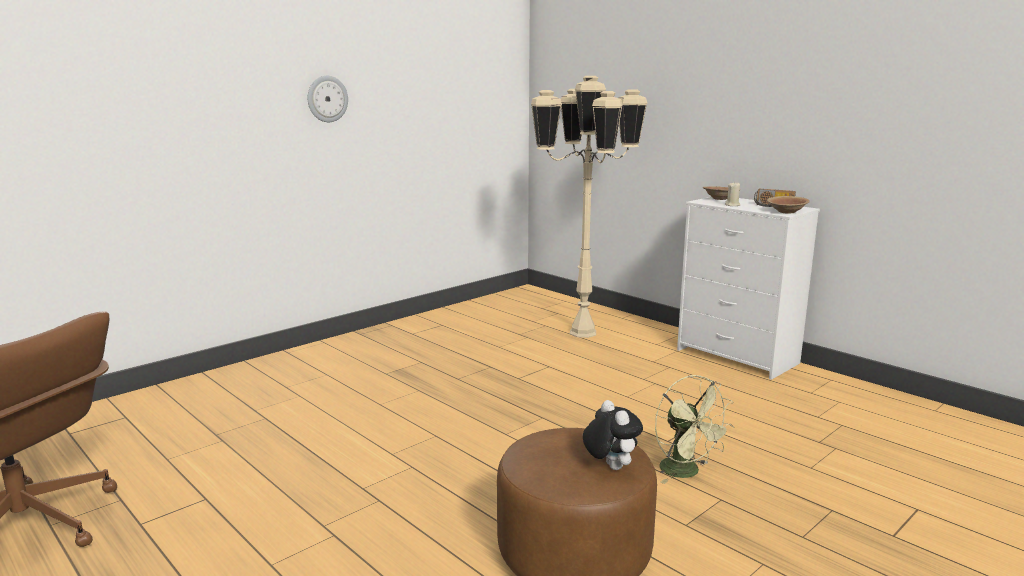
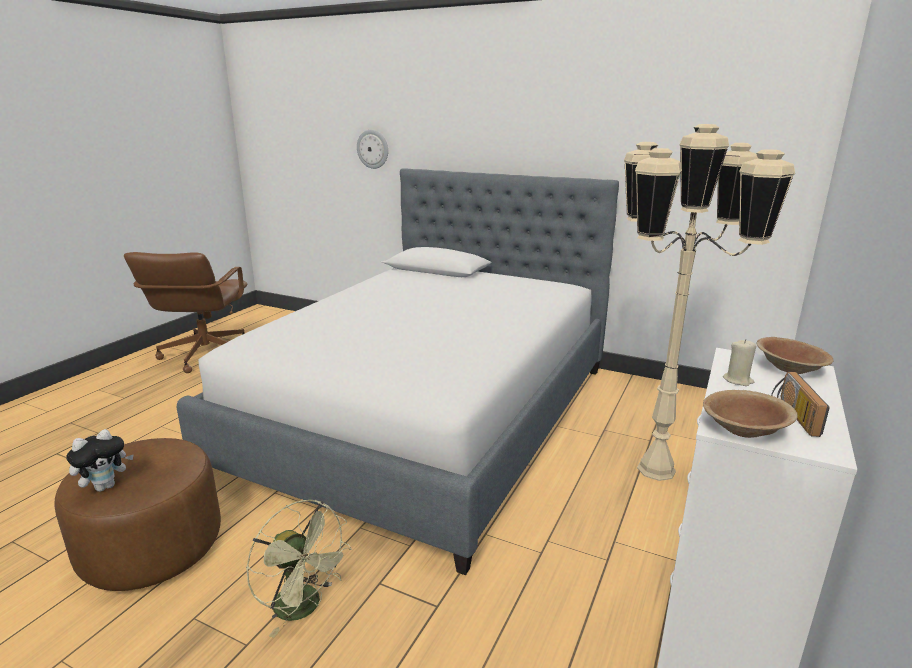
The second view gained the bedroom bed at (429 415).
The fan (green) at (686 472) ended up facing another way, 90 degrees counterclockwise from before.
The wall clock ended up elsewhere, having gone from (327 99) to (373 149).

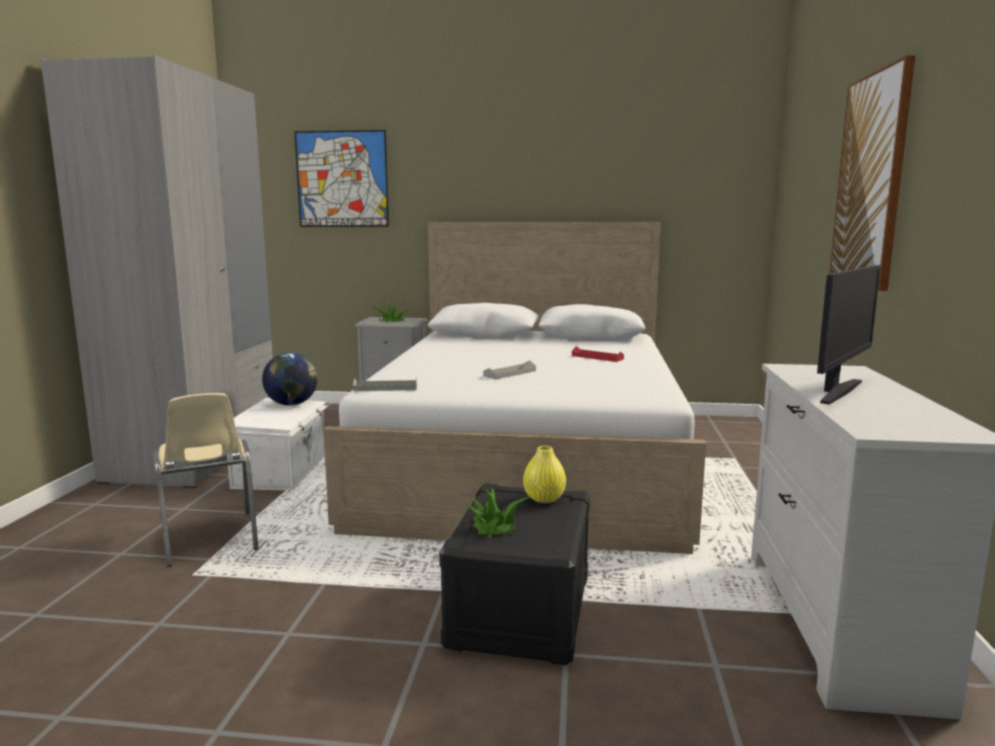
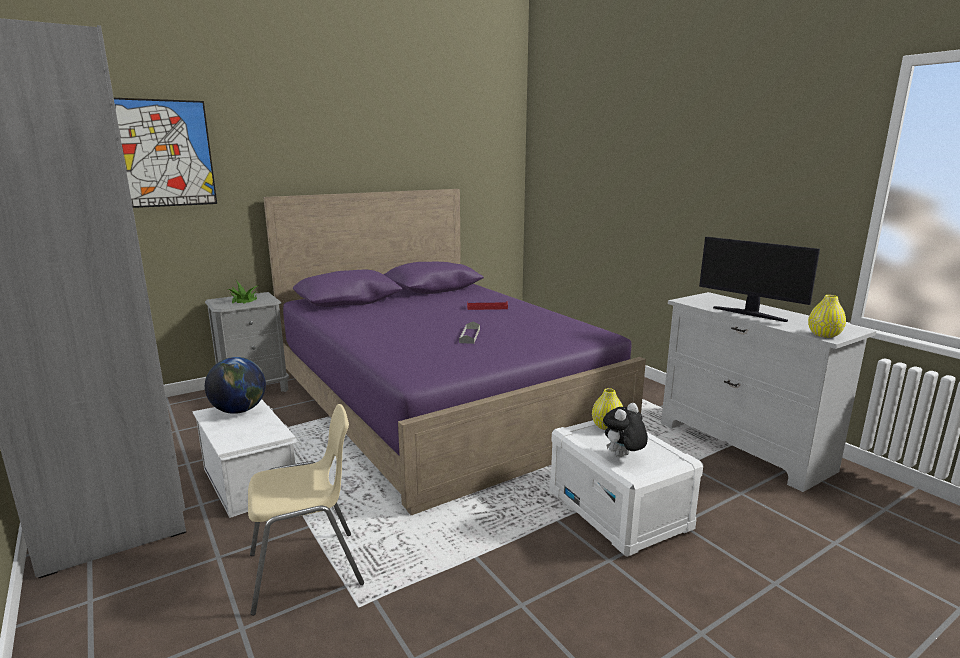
The plain chair (beige) at (209 538) ended up facing another way, 45 degrees counterclockwise from before.
What was the bedroom bed (white-coloured) at (529 461) turned into the bedroom bed (purple) at (441 401).
What was the storage container (black-coloured) at (522 611) turned into the storage container (white-coloured) at (619 510).
Where the houseplant stood at (493 526), the soft toy came to stand at (622 457).
The computer display at (837 391) ended up facing another way, 135 degrees clockwise from before.
The second view gained the vase (yellow) at (824 335).
The second view lost the tray (grey) at (385 388).
The second view lost the wall picture at (871 181).

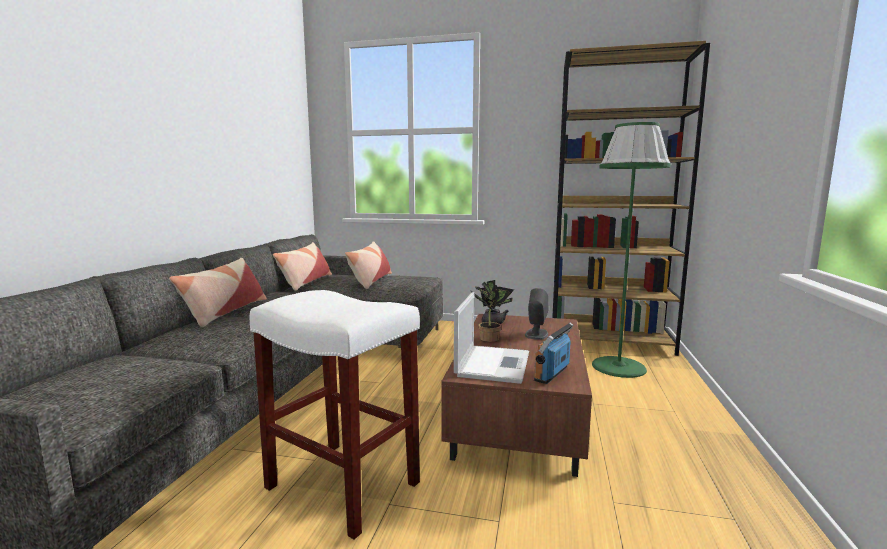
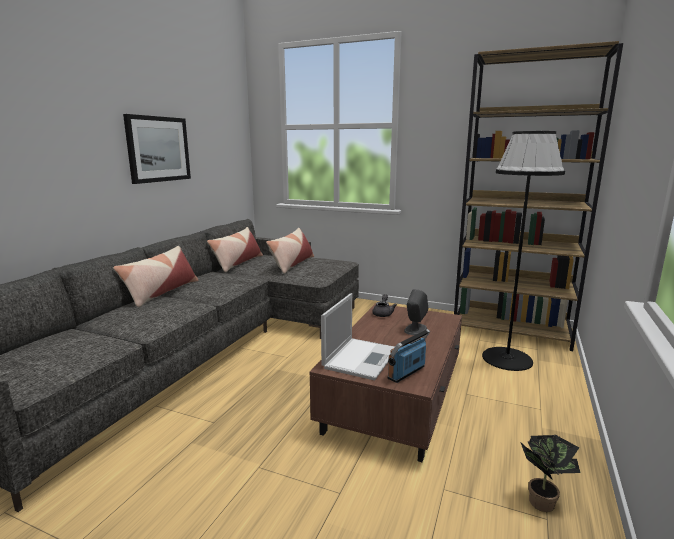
The second view gained the wall picture at (158 149).
What was the standard lamp (green) at (619 367) turned into the standard lamp (black-coloured) at (507 359).
The houseplant ended up elsewhere, having gone from (490 337) to (542 500).
The second view lost the stool (white-coloured) at (340 485).

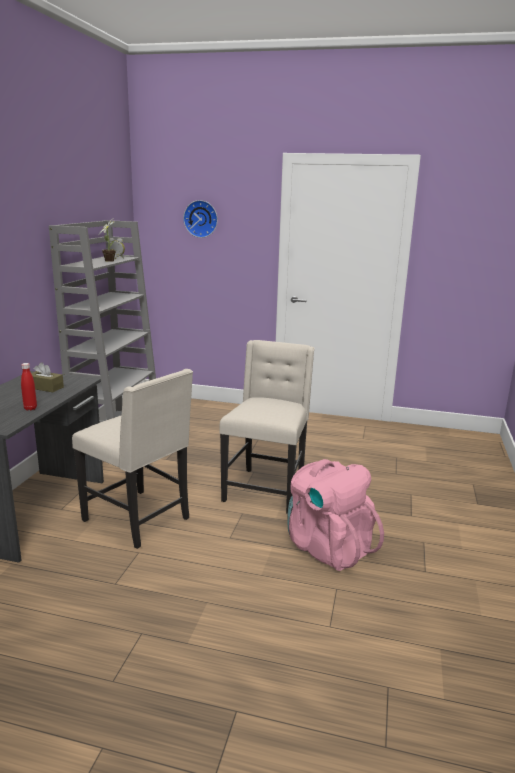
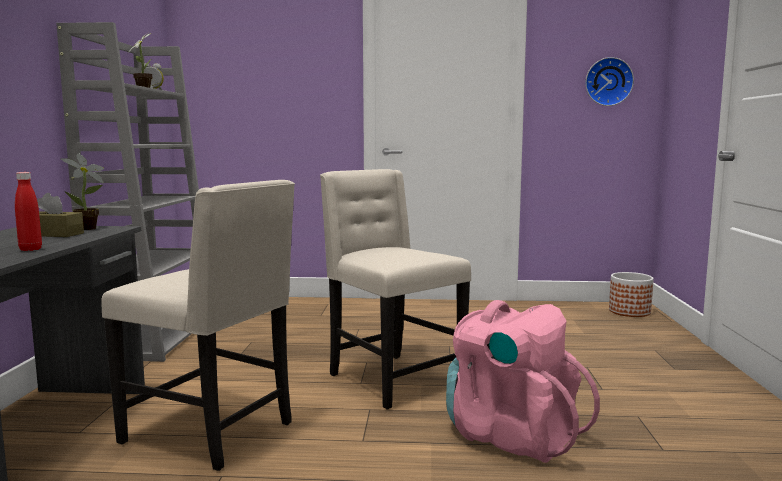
The second view gained the houseplant at (89 229).
The plain chair (beige) at (266 489) ended up facing another way, 45 degrees counterclockwise from before.
The wall clock ended up elsewhere, having gone from (201 219) to (608 82).
The second view gained the flower pot at (630 312).

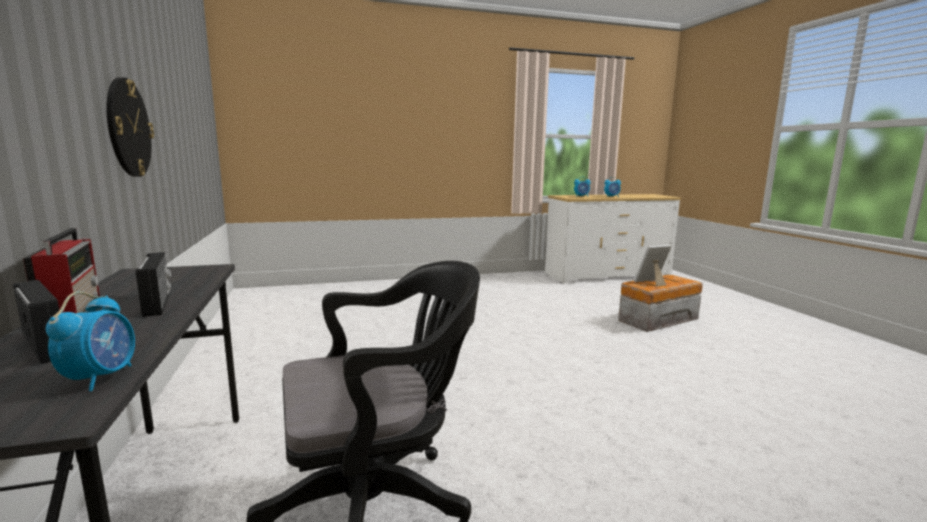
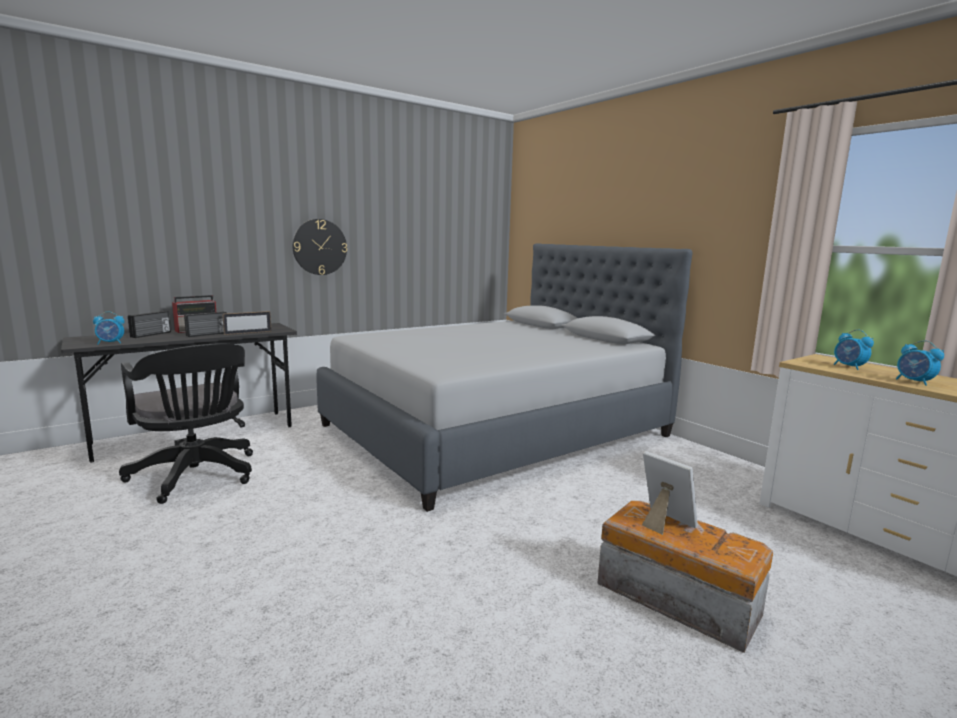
The second view gained the photo frame at (248 333).
The second view gained the bedroom bed (grey) at (495 430).

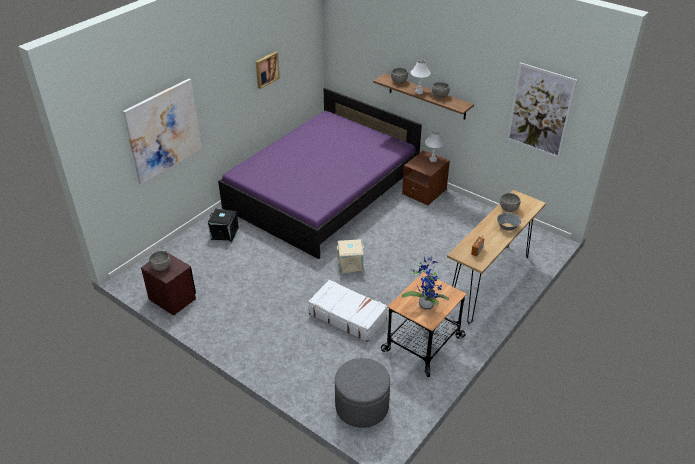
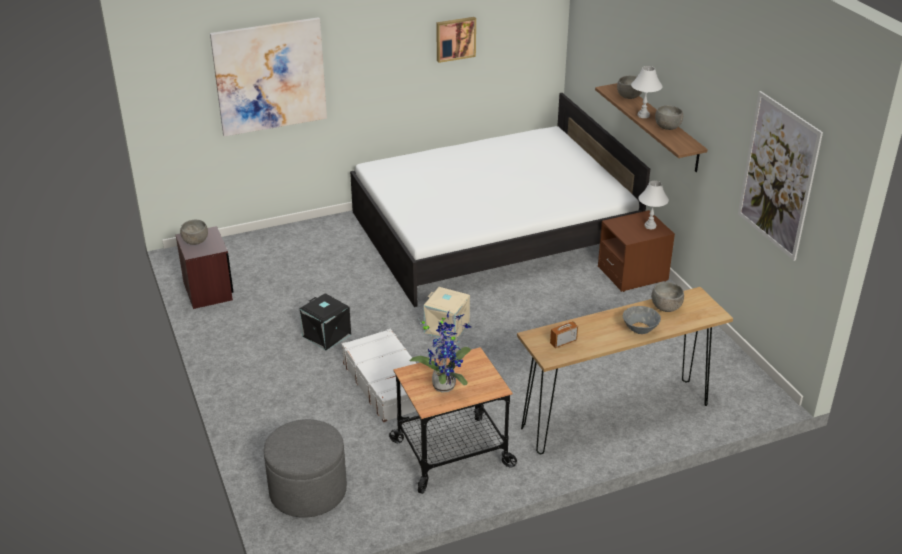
The storage container (black-coloured) ended up elsewhere, having gone from (224 234) to (325 335).
What was the bedroom bed (purple) at (322 192) turned into the bedroom bed (white-coloured) at (492 232).

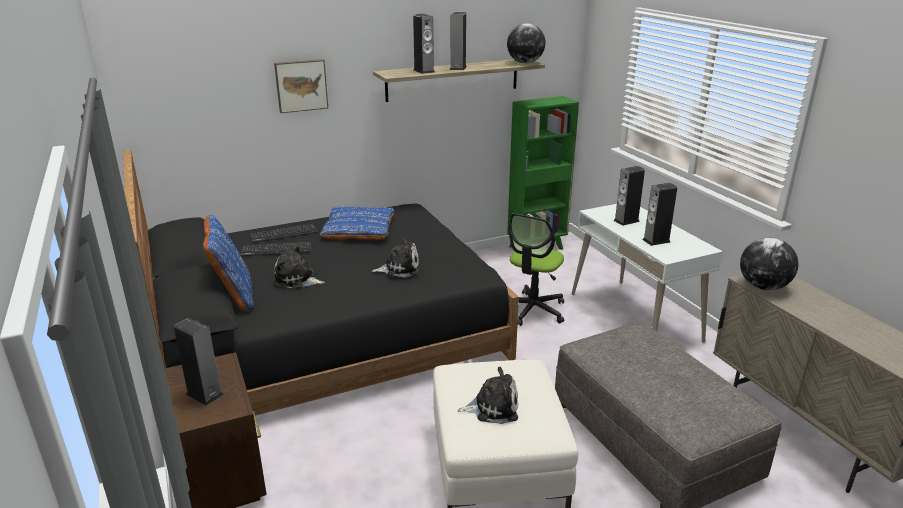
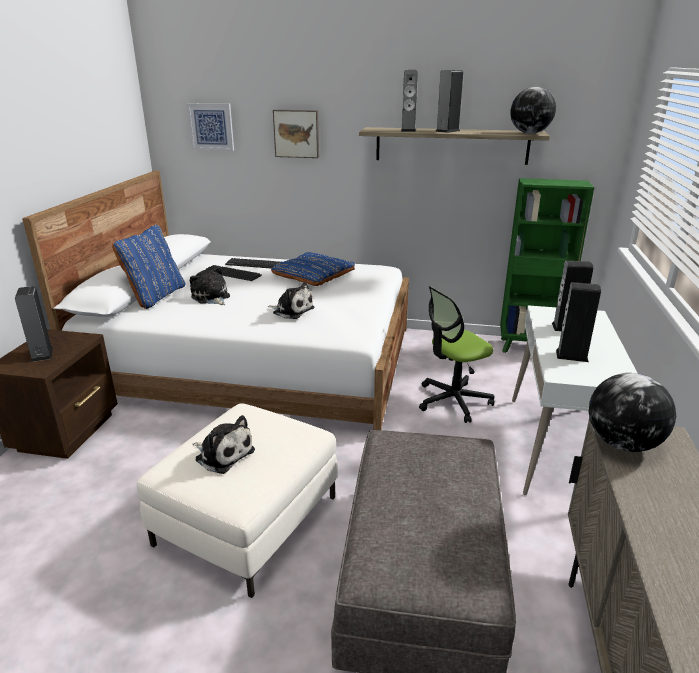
What was the bedroom bed (black-coloured) at (327 336) turned into the bedroom bed (white-coloured) at (256 361).
The second view gained the wall picture at (211 127).

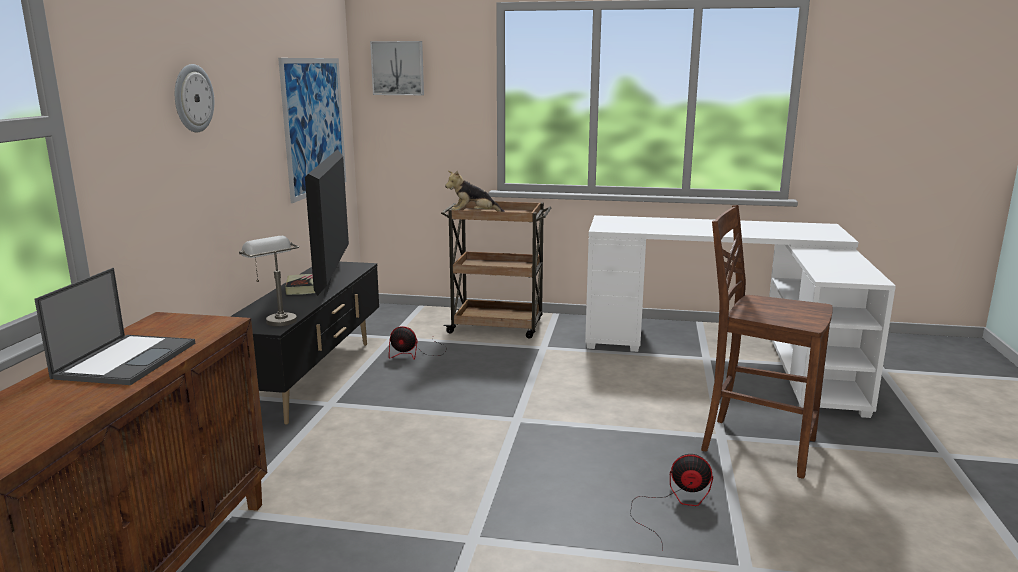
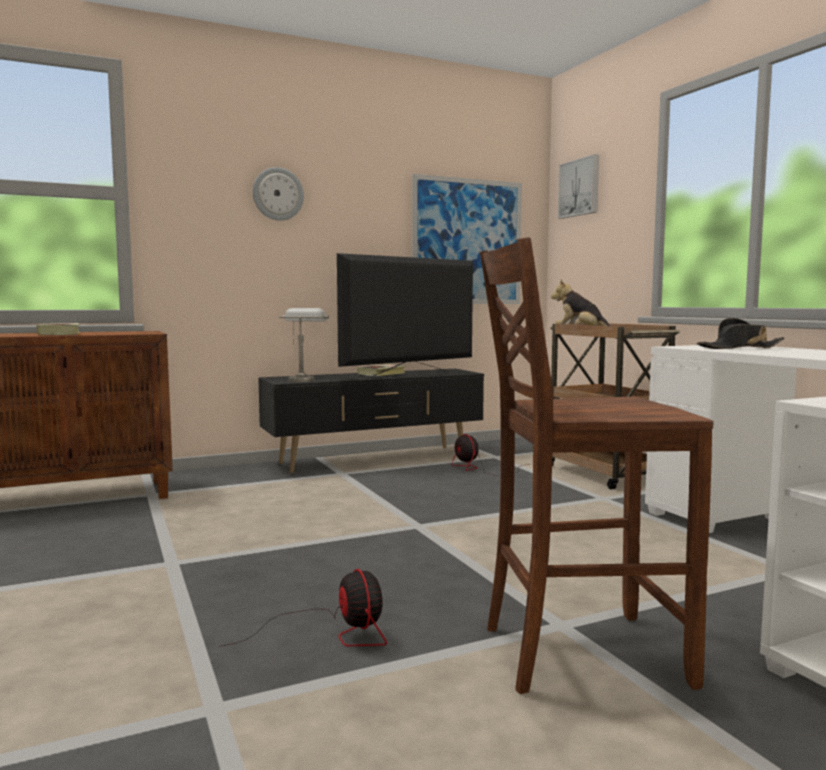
Where the notebook computer stood at (127 359), the volume came to stand at (59 333).
The plain chair (brown-coloured) at (755 445) ended up facing another way, 90 degrees counterclockwise from before.
The second view gained the clothing hat (black-coloured) at (740 348).

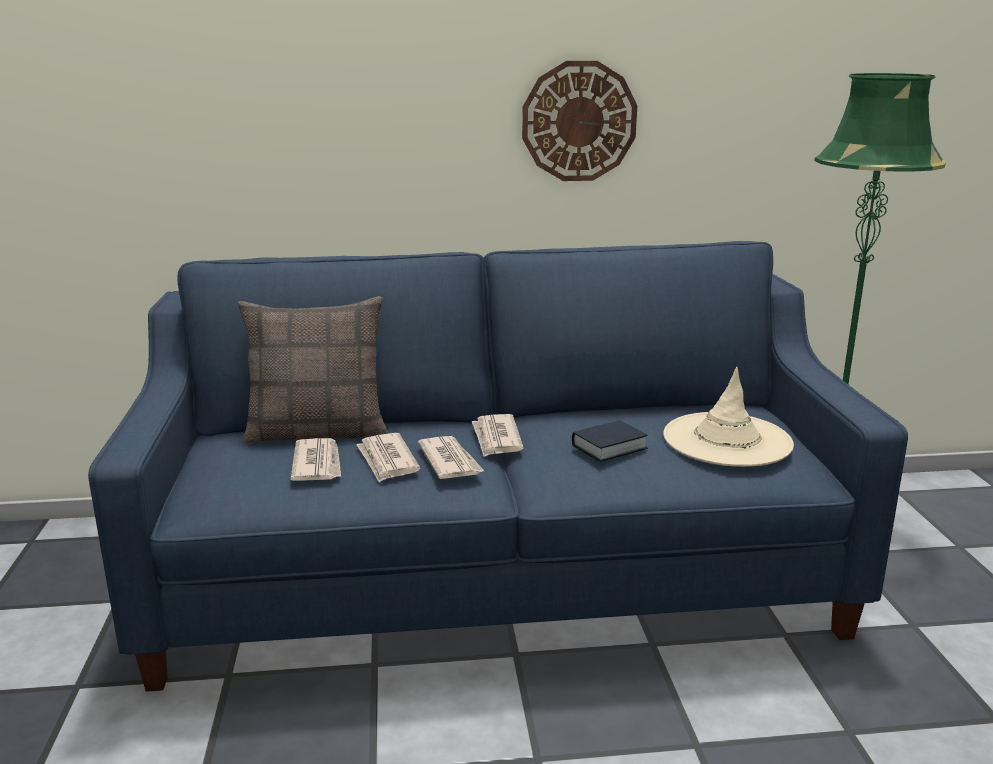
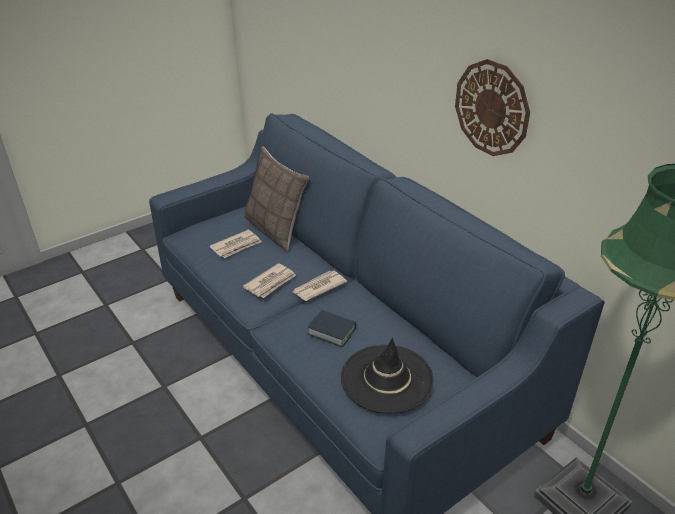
What was the clothing hat (beige) at (727 440) turned into the clothing hat (black-coloured) at (386 378).
The second view lost the daily paper at (387 460).

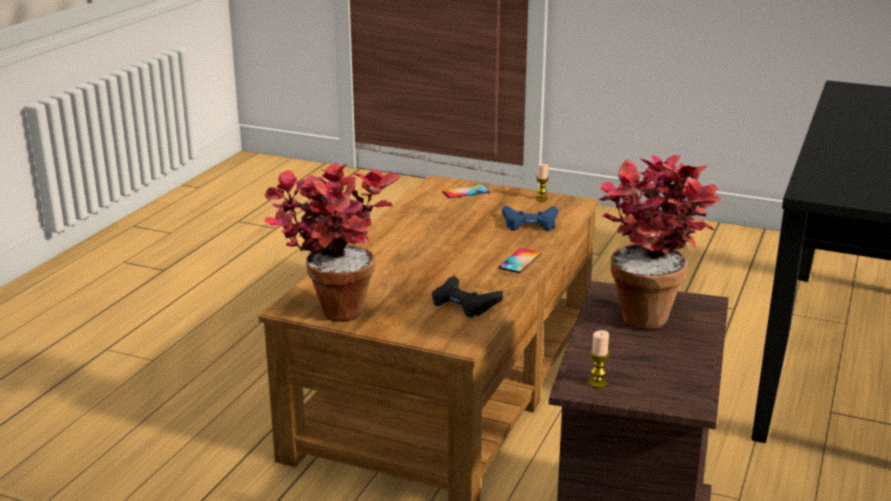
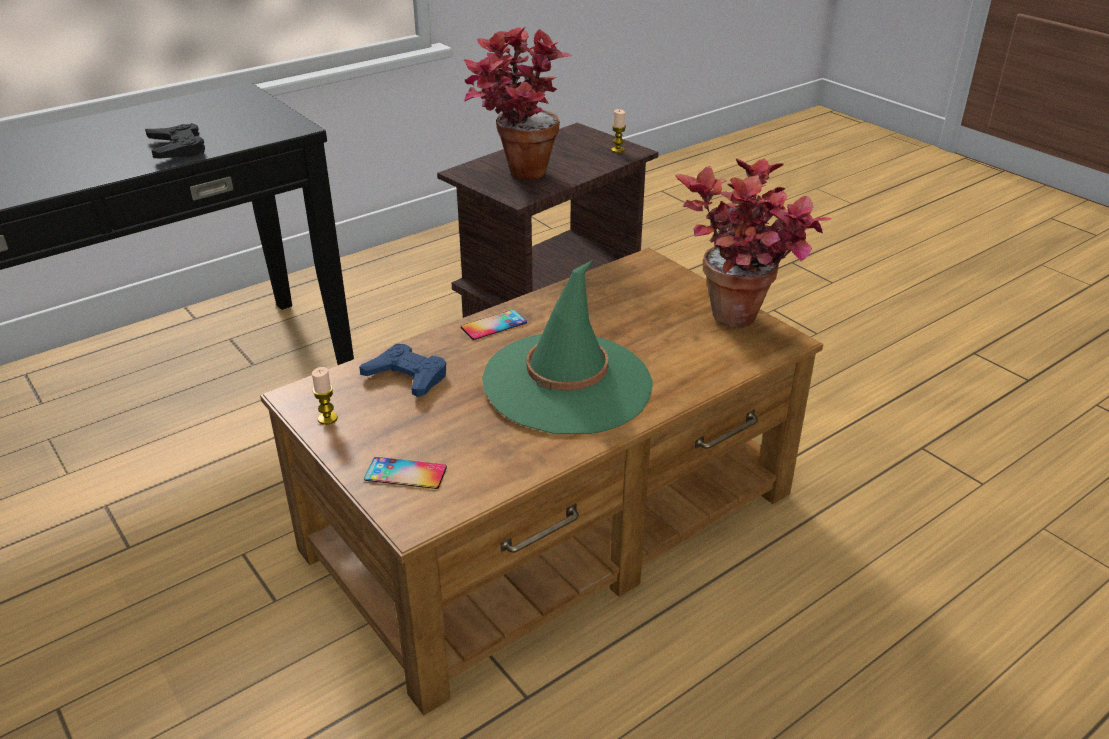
The game controller (black-coloured) ended up elsewhere, having gone from (464 303) to (177 148).
The second view gained the clothing hat (green) at (567 383).

